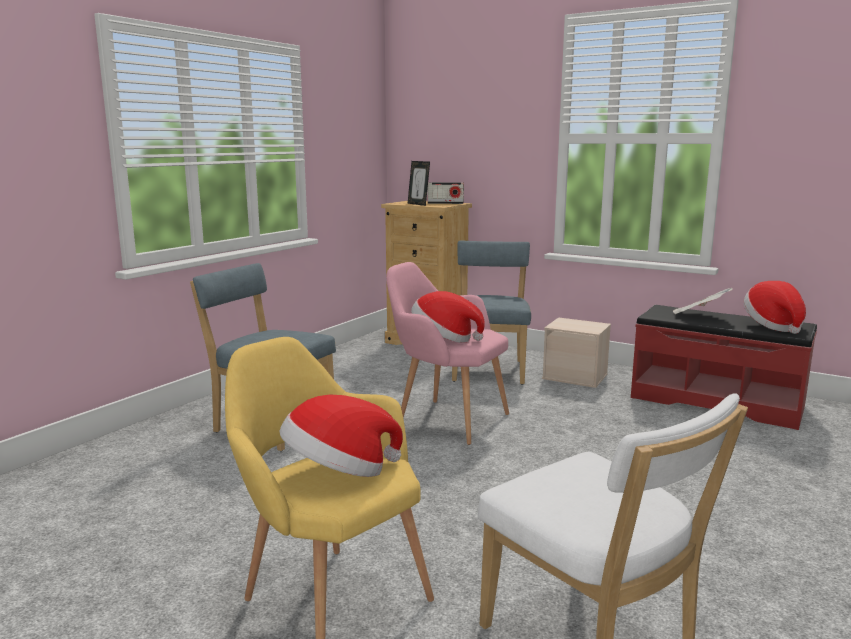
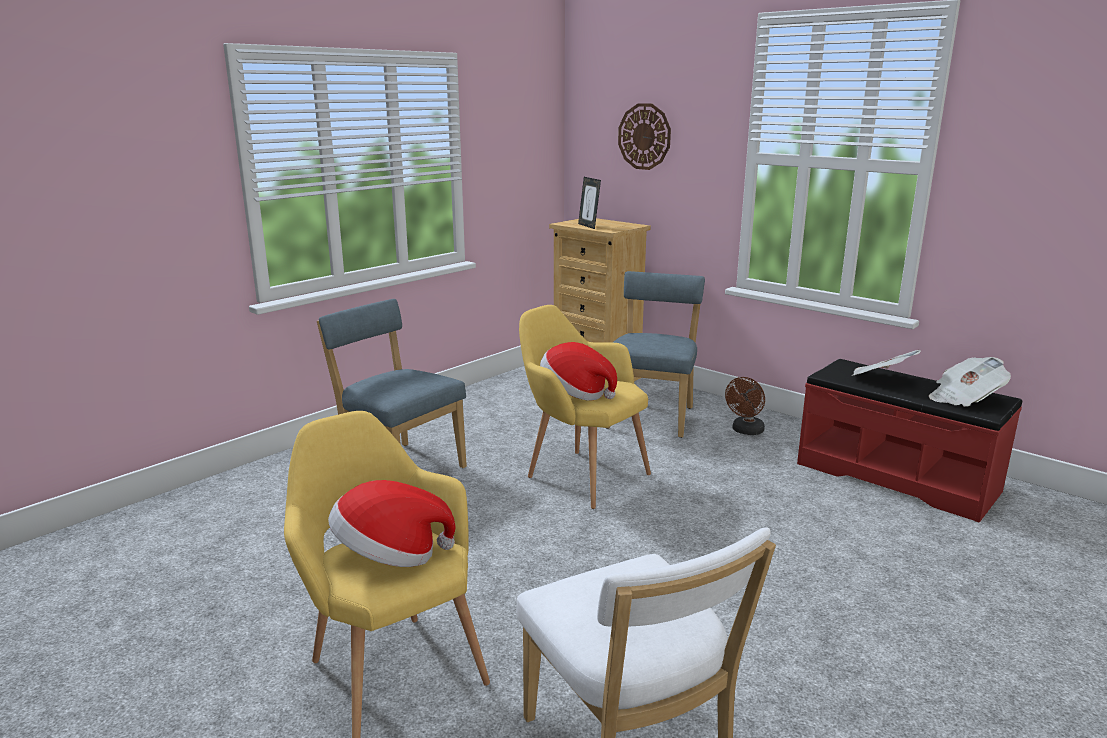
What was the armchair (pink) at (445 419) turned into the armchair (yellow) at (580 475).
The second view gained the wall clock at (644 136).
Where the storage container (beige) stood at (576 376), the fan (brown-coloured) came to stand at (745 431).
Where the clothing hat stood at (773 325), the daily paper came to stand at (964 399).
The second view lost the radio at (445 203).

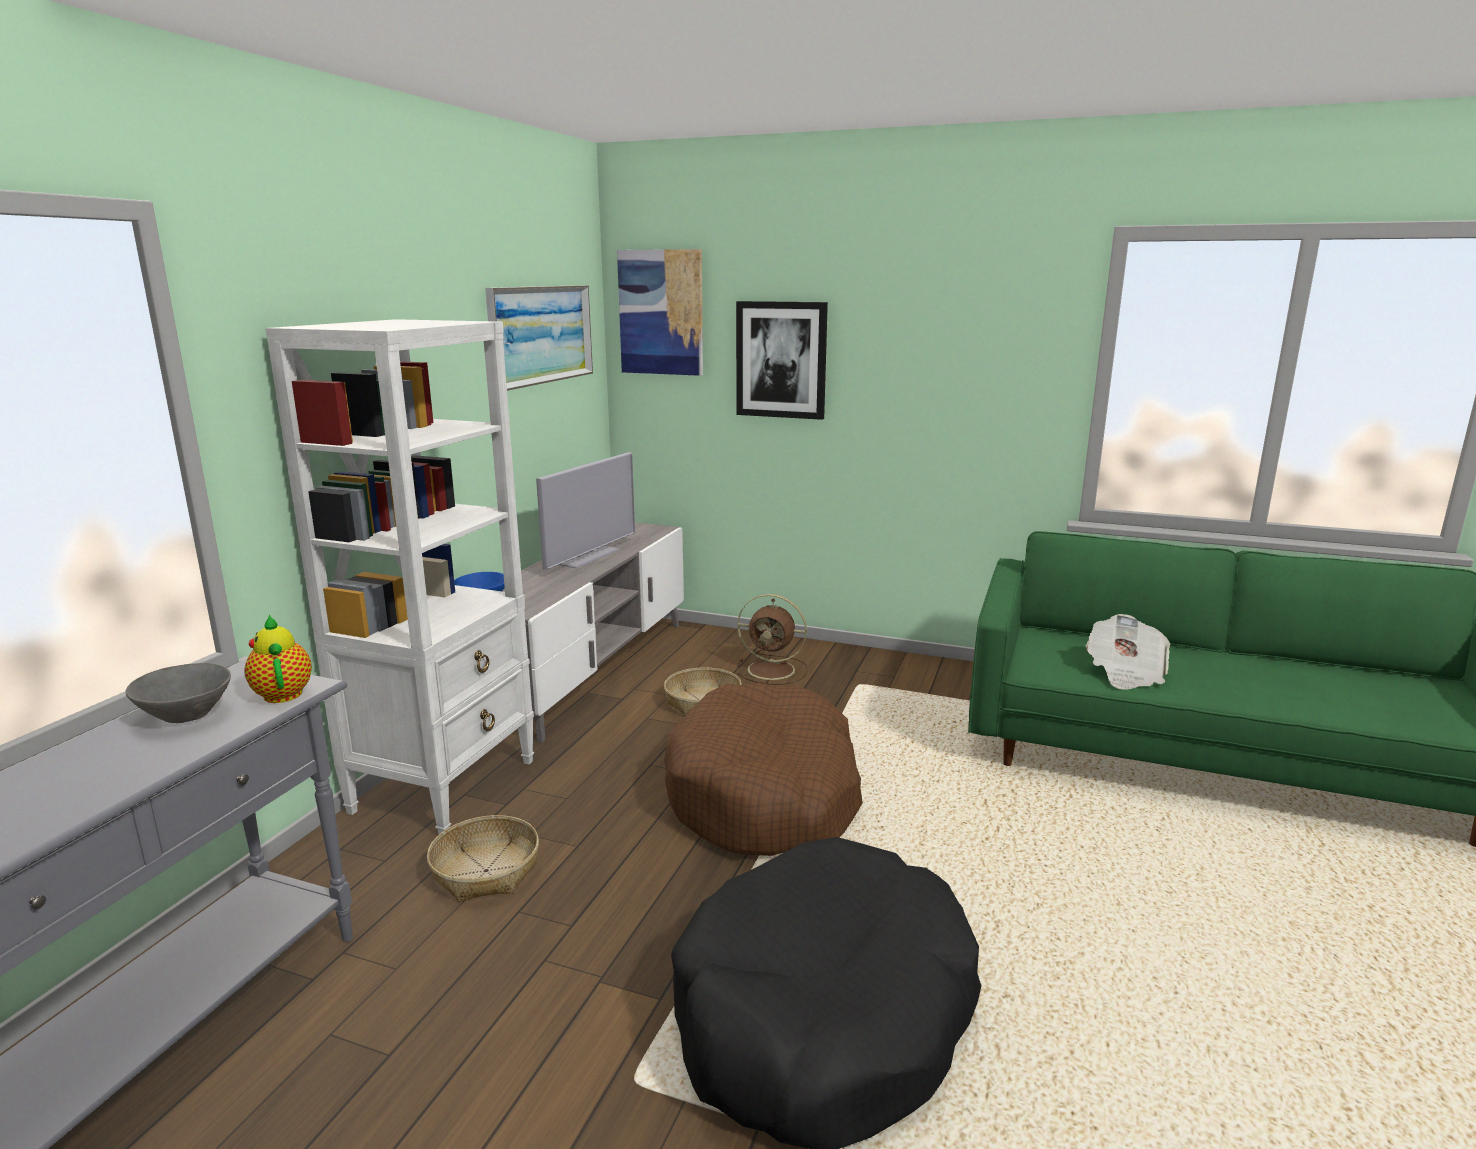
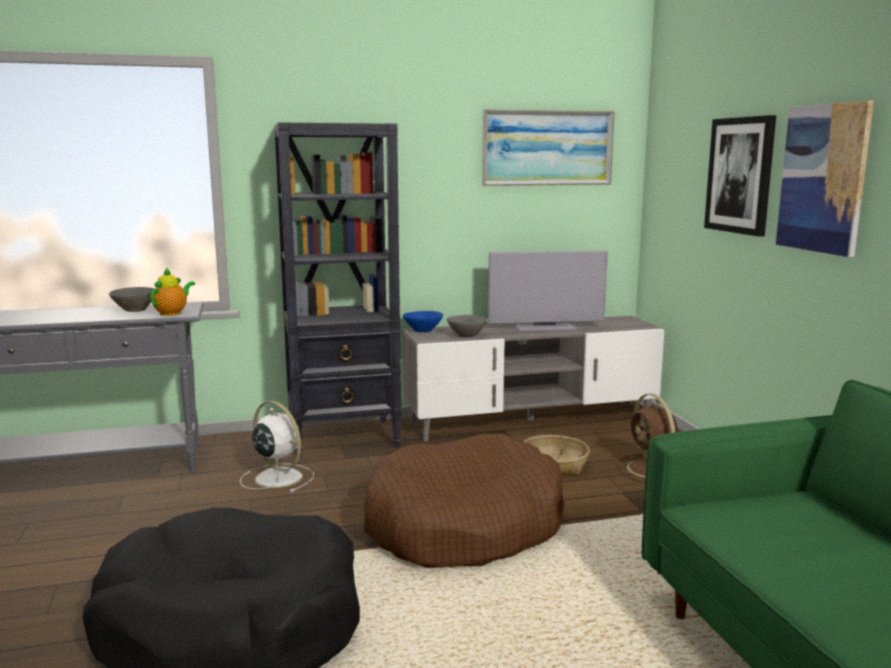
Where the household basket stood at (485 871), the fan (white-coloured) came to stand at (277 477).
What was the bookshelf (white-coloured) at (446 785) turned into the bookshelf (black-coloured) at (345 438).
The second view gained the bowl (grey) at (467 335).
The wall picture ended up elsewhere, having gone from (661 312) to (823 178).
The second view lost the daily paper at (1124 673).

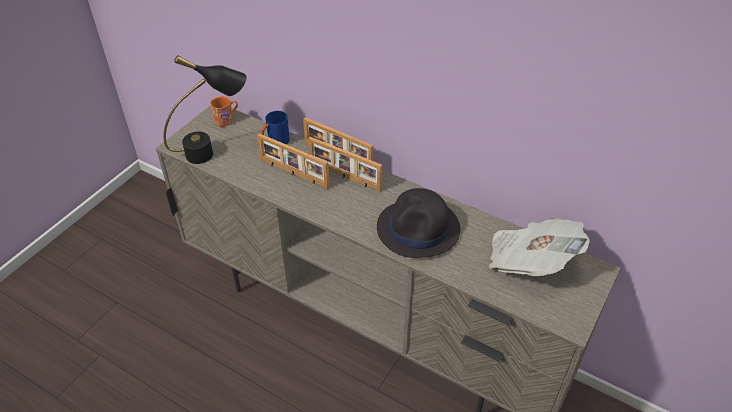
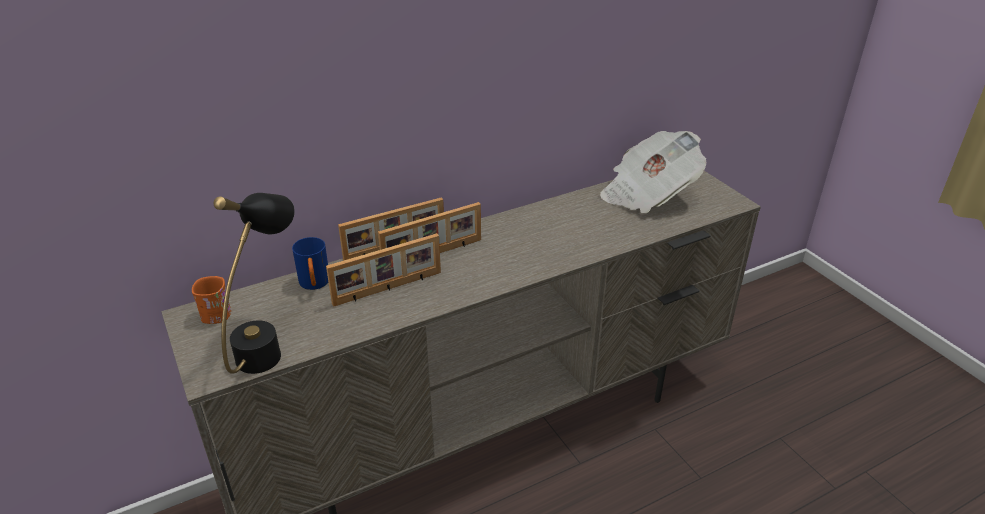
The second view lost the clothing hat (black-coloured) at (418 229).

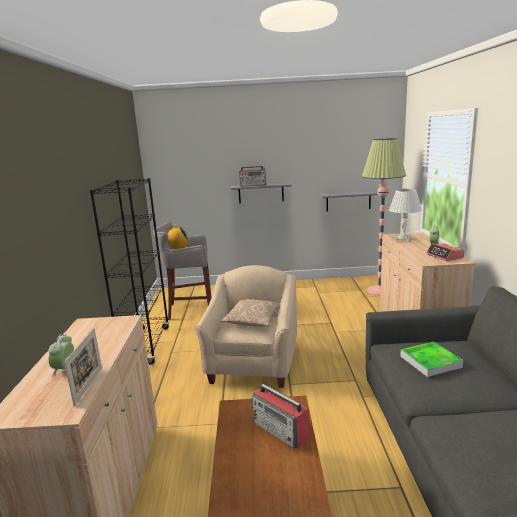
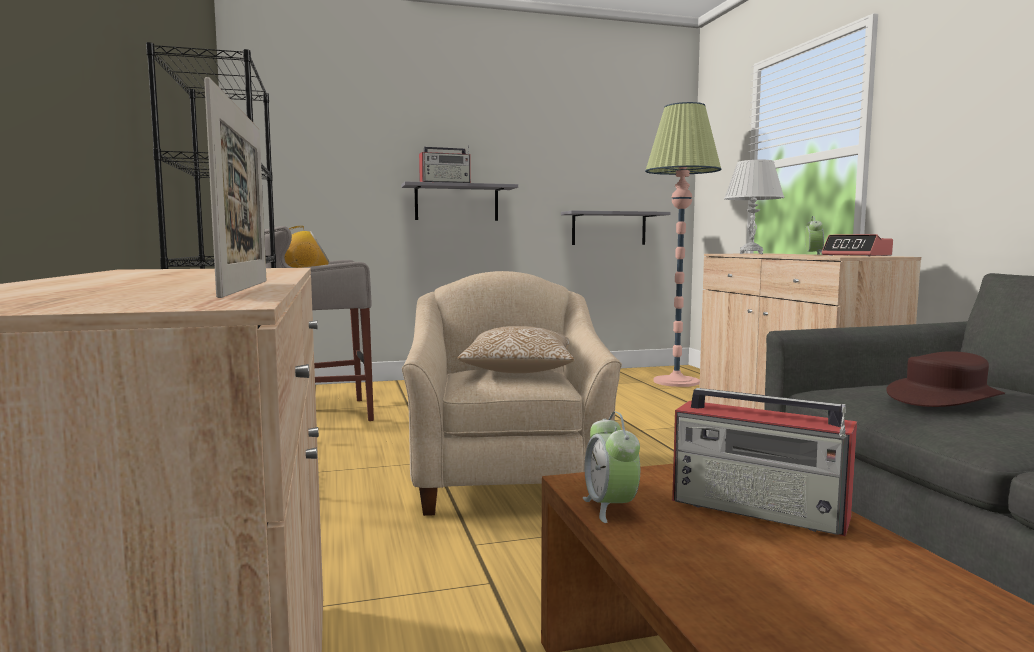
The alarm clock ended up elsewhere, having gone from (64 369) to (610 508).
Where the tray stood at (430 361), the clothing hat (brown-coloured) came to stand at (944 397).

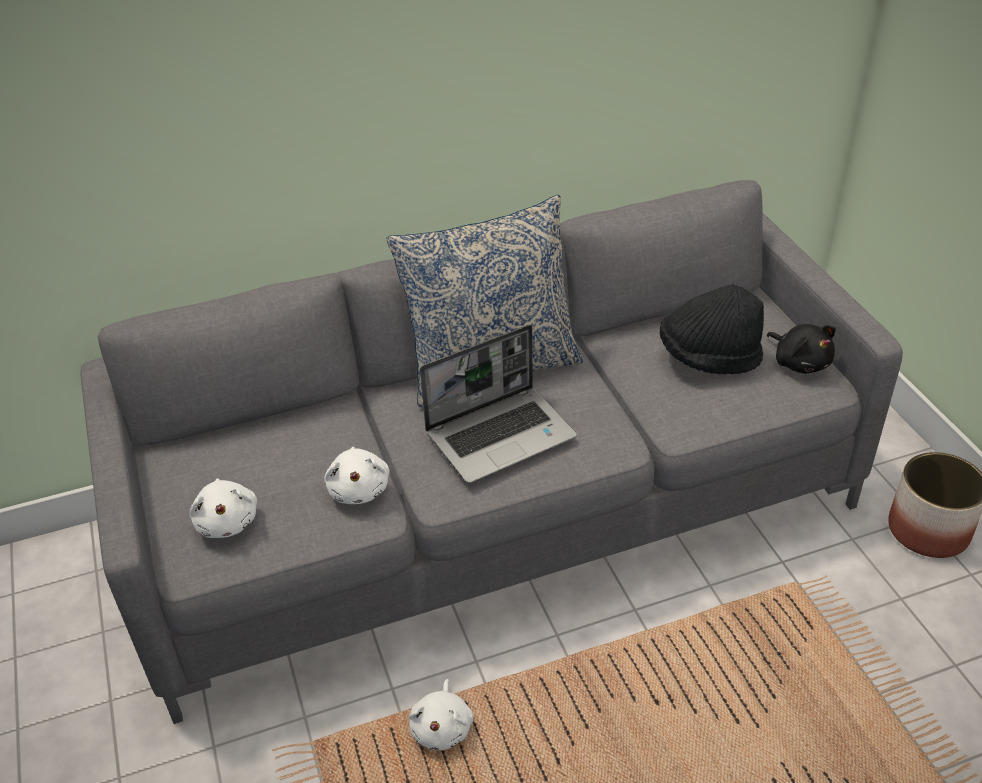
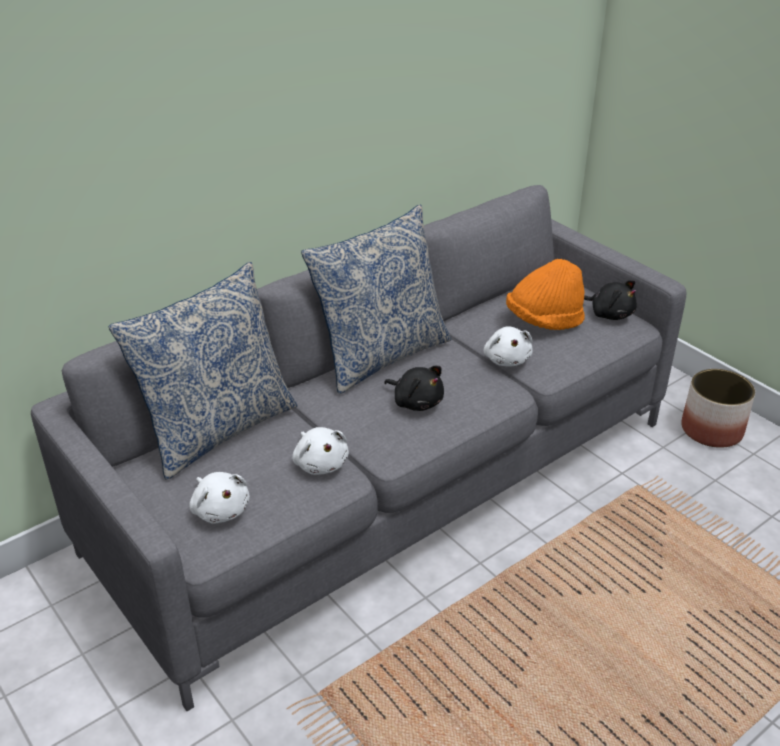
The second view gained the pillow at (218 429).
Where the notebook computer stood at (501 435), the soft toy (black-coloured) came to stand at (416 402).
The soft toy (white-coloured) ended up elsewhere, having gone from (442 727) to (507 359).
What was the clothing hat (black-coloured) at (709 357) turned into the clothing hat (orangey) at (544 321).

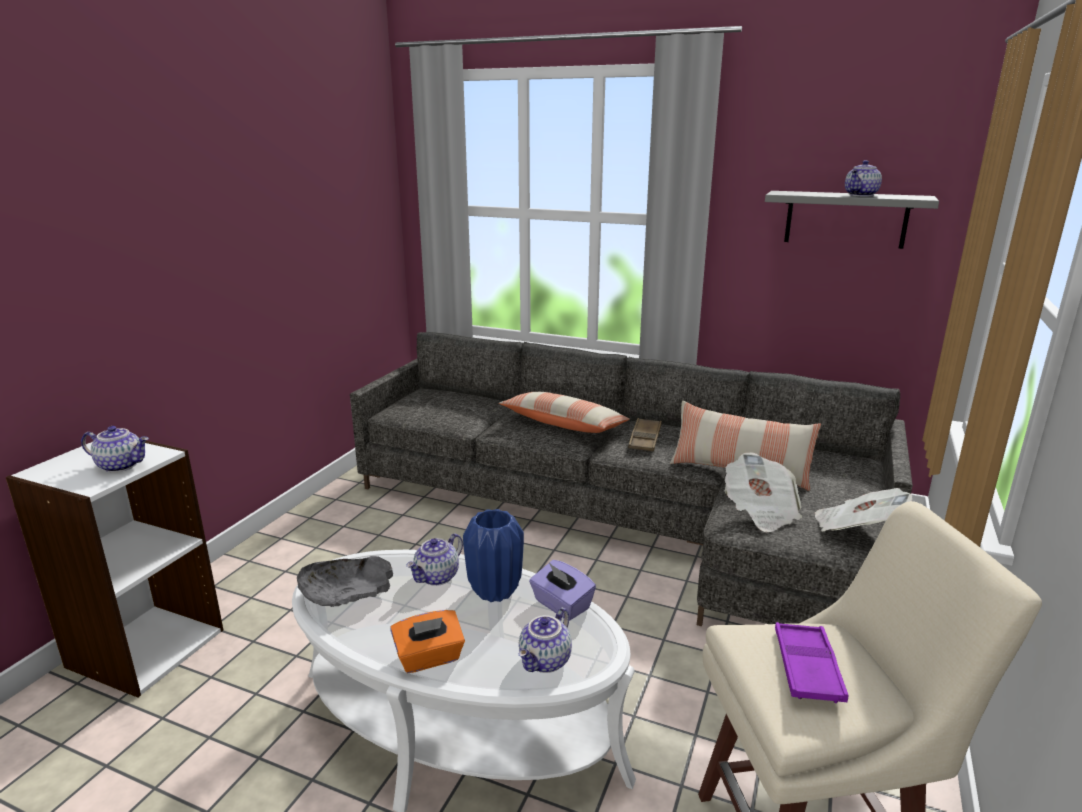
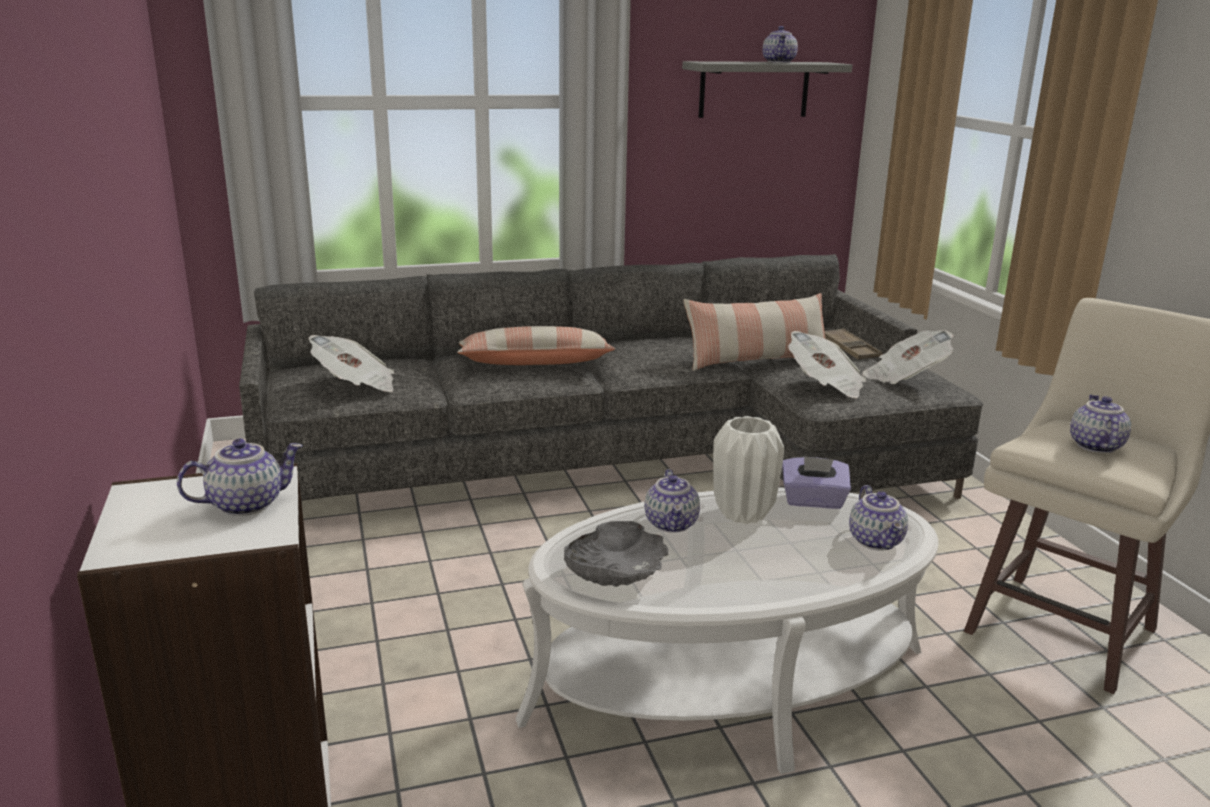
The second view gained the daily paper at (356 385).
What was the vase (bluish) at (494 592) turned into the vase (white-coloured) at (743 514).
The tray (brown-coloured) ended up elsewhere, having gone from (645 439) to (849 349).
Where the tray (purple) stood at (807 668), the teapot came to stand at (1094 446).
The second view lost the tissue holder (orangey) at (429 658).

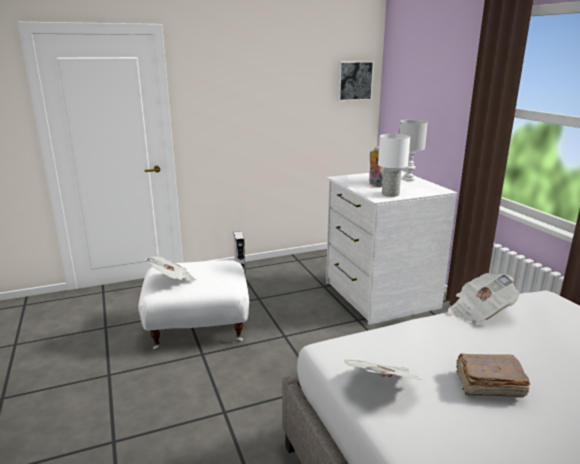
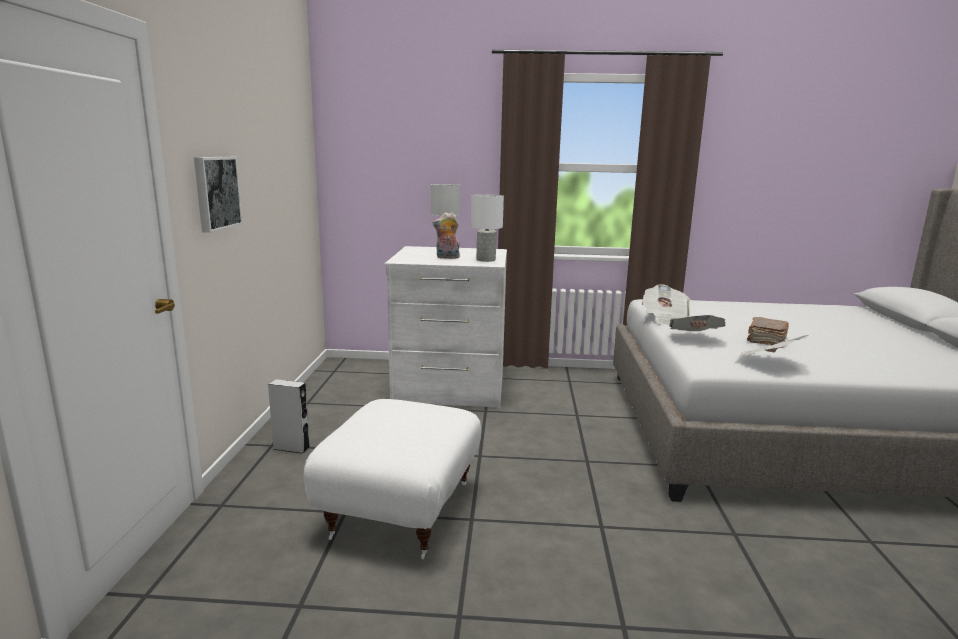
The wall picture ended up elsewhere, having gone from (354 80) to (216 193).
The daily paper ended up elsewhere, having gone from (172 280) to (694 338).

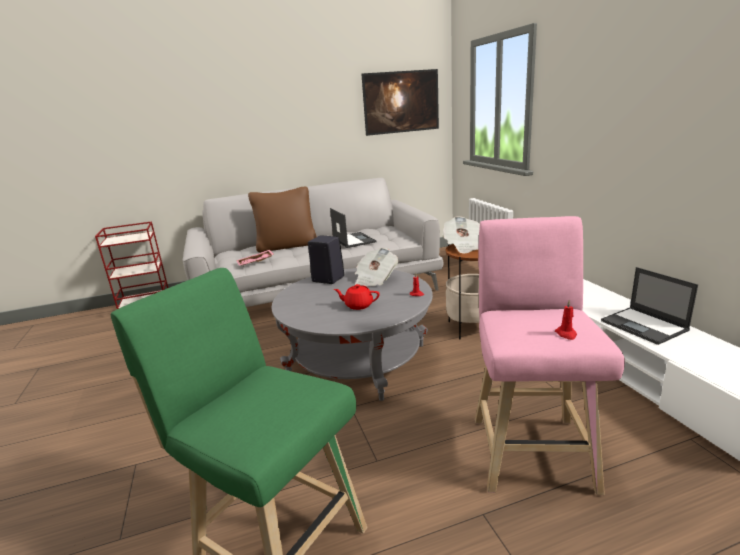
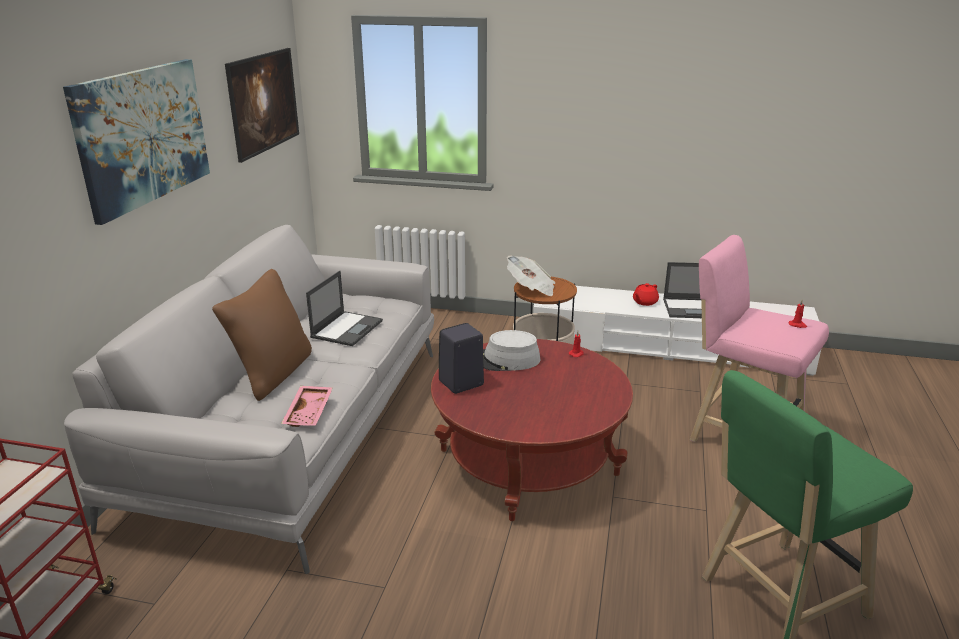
The second view gained the wall picture at (143 135).
The notebook computer at (353 240) ended up facing another way, 105 degrees clockwise from before.
What was the coffee table (grey) at (358 360) turned into the coffee table (red) at (528 461).
Where the daily paper stood at (375 279), the clothing hat (grey) came to stand at (505 360).
The teapot (red) ended up elsewhere, having gone from (358 305) to (644 302).

